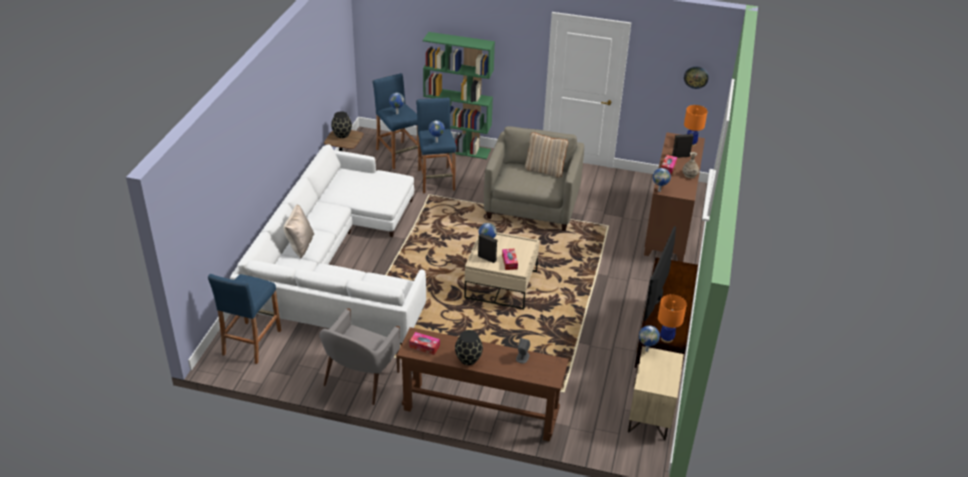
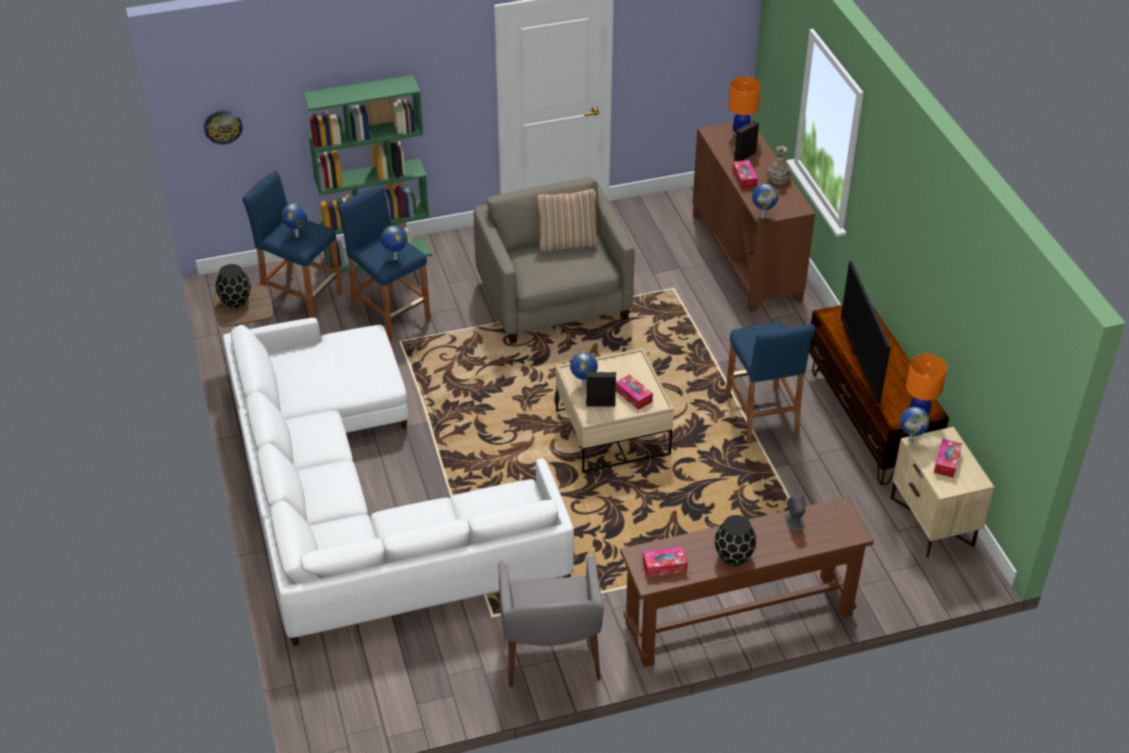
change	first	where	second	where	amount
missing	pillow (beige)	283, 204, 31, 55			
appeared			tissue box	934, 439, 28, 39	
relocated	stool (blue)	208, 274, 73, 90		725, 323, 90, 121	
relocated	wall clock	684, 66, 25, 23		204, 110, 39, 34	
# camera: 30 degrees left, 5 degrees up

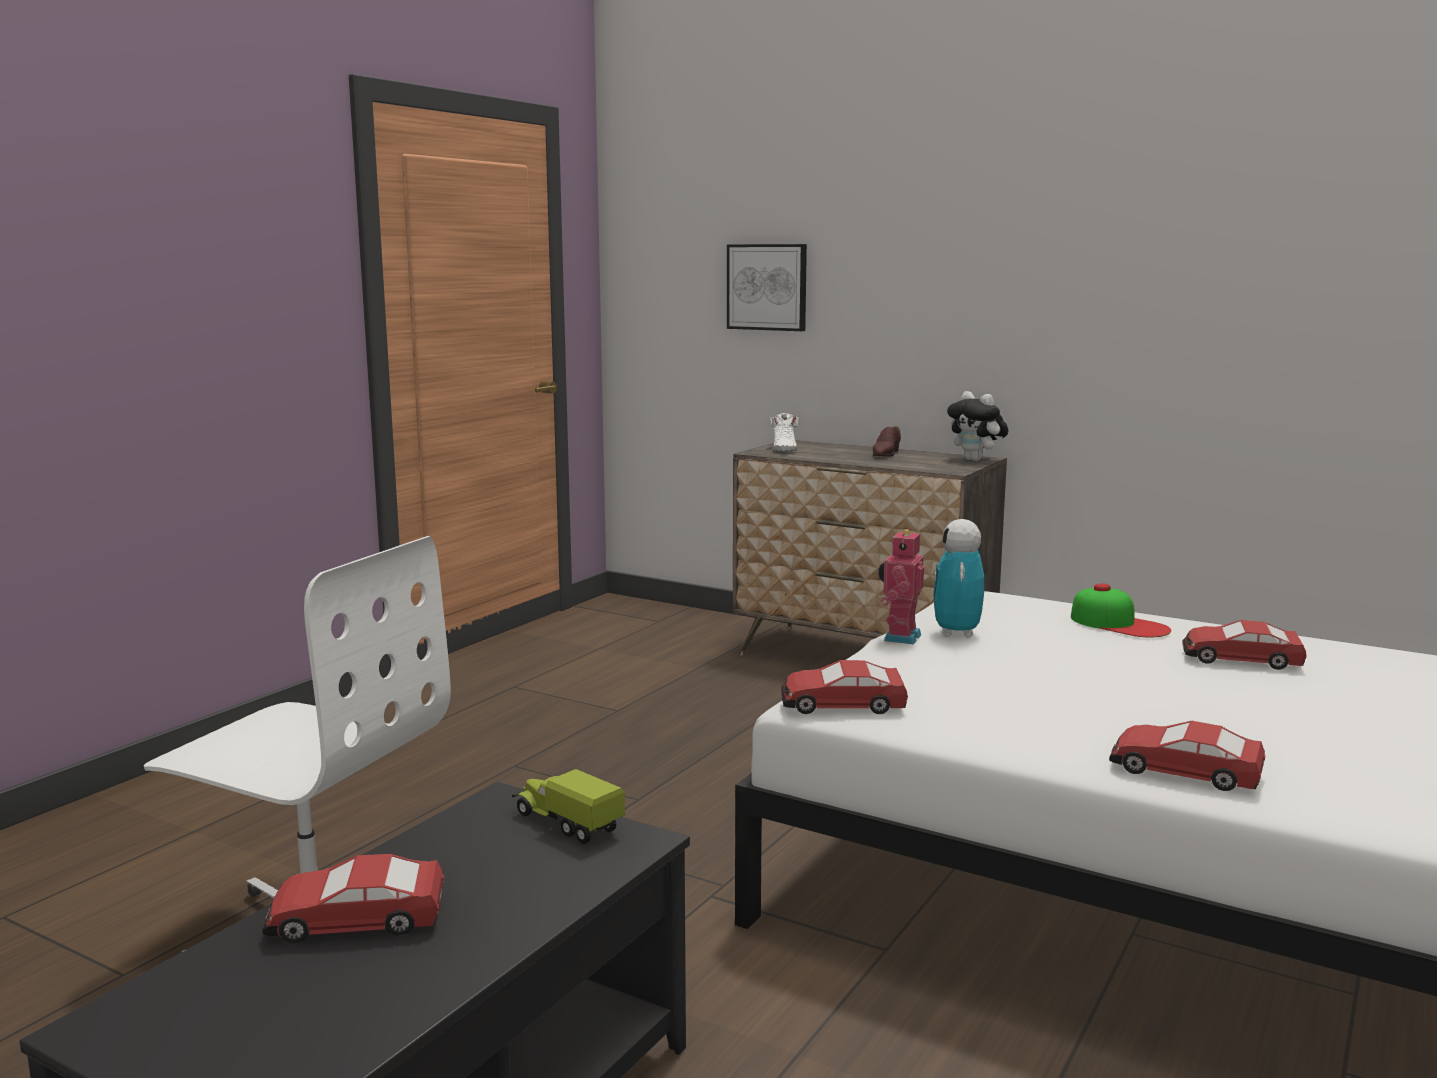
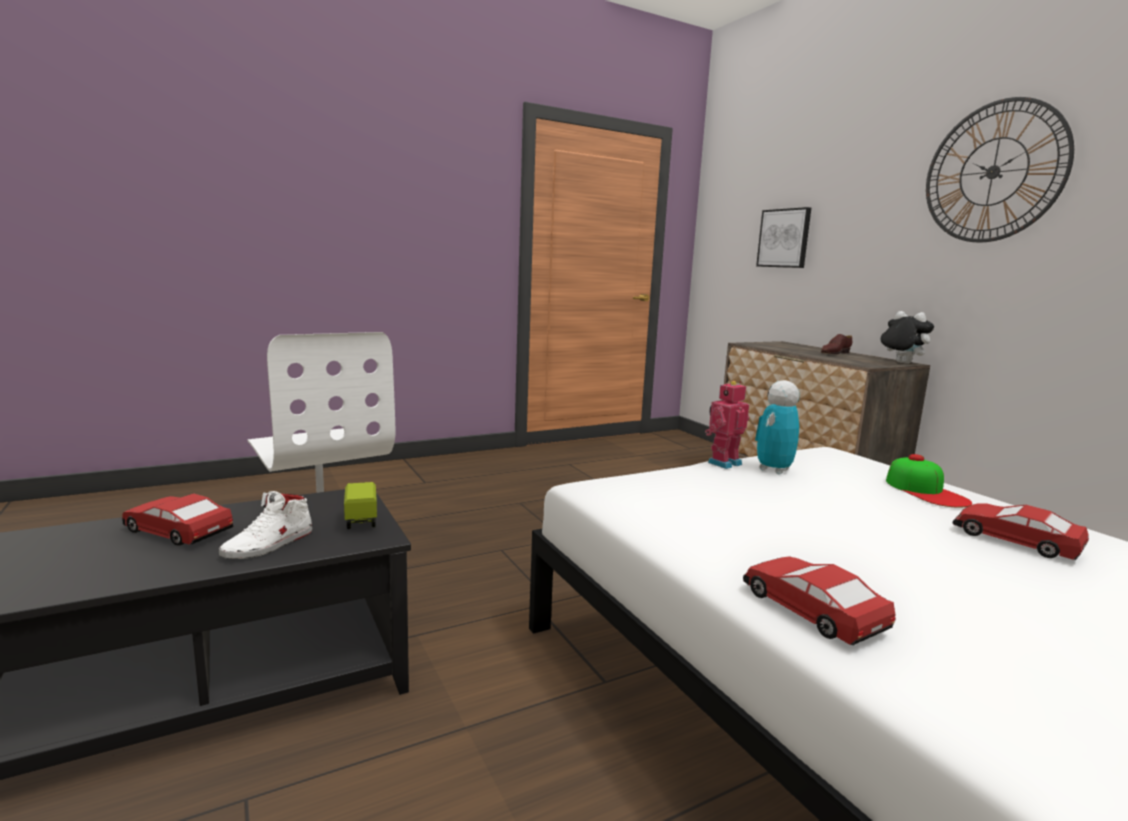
change	first	where	second	where	amount
missing	toy car	781, 660, 127, 54			
appeared			wall clock	926, 97, 148, 146	
relocated	shoe (white)	770, 413, 29, 38		219, 491, 93, 68	
spun	plush toy	947, 391, 61, 70		880, 311, 54, 53	150 degrees clockwise
# camera: 30 degrees right, 0 degrees up

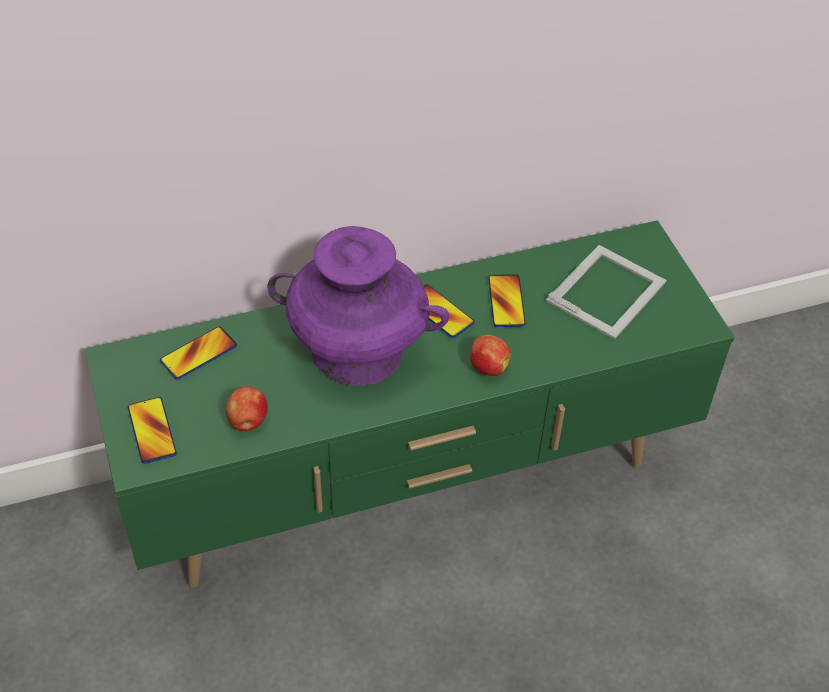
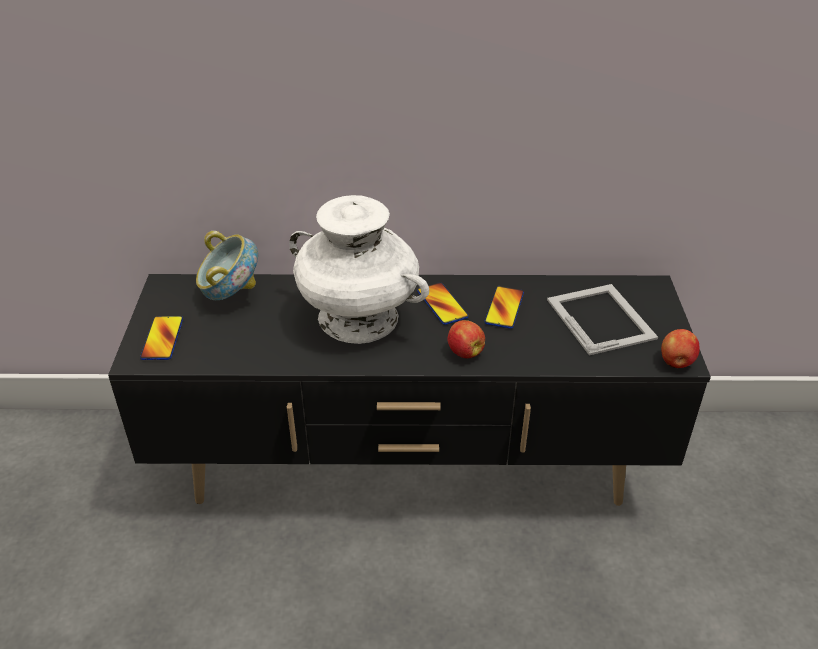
change	first	where	second	where	amount
relocated	apple	226, 386, 42, 45		661, 329, 39, 39	
exchanged	phone	160, 326, 77, 54	bowl	196, 231, 62, 69	
colour	tv stand (green)	84, 220, 651, 368	tv stand (black)	108, 274, 603, 232	
colour	vase (purple)	267, 226, 182, 160	vase (white)	289, 195, 140, 149	
spun	picture frame	546, 245, 121, 94		547, 284, 111, 72	75 degrees counterclockwise
# camera: 20 degrees right, 10 degrees down

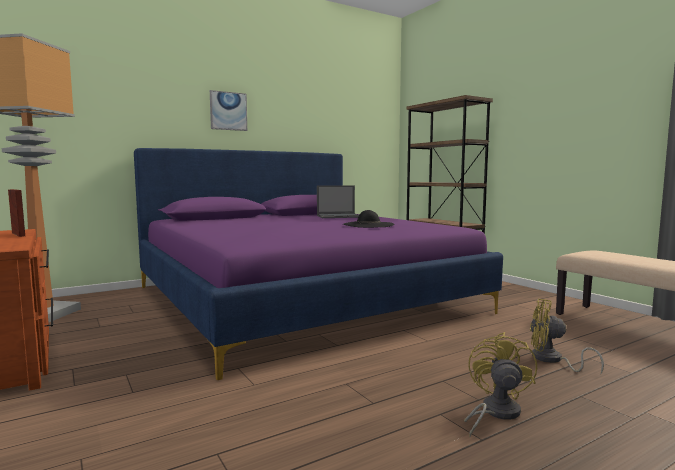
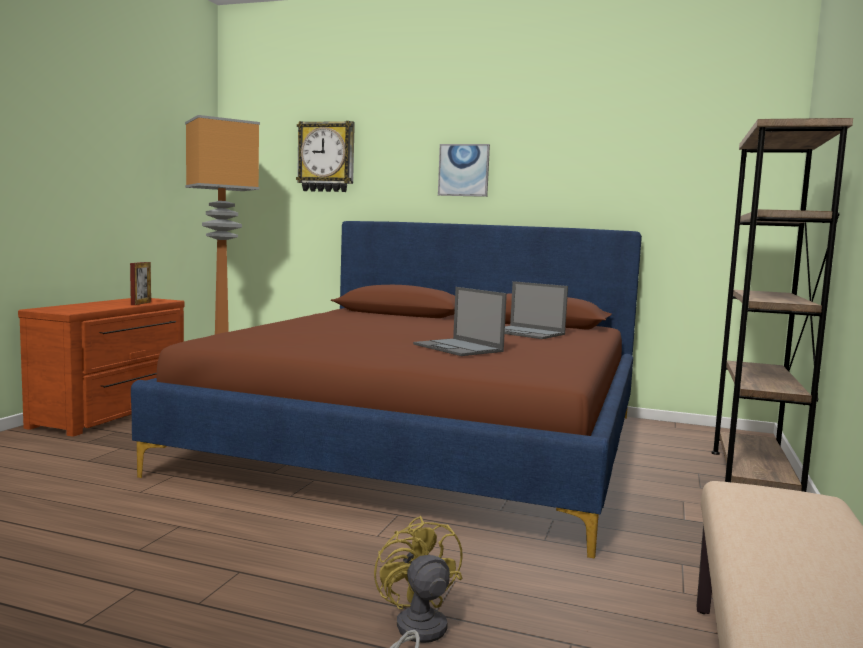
change	first	where	second	where	amount
missing	fan (yellow)	464, 332, 73, 105			
appeared			wall clock	296, 121, 59, 71	
exchanged	hat (black)	343, 210, 52, 18	laptop	413, 287, 94, 69	
colour	bed (purple)	134, 148, 369, 232	bed (brown)	131, 221, 511, 337	
# camera: 50 degrees right, 0 degrees up

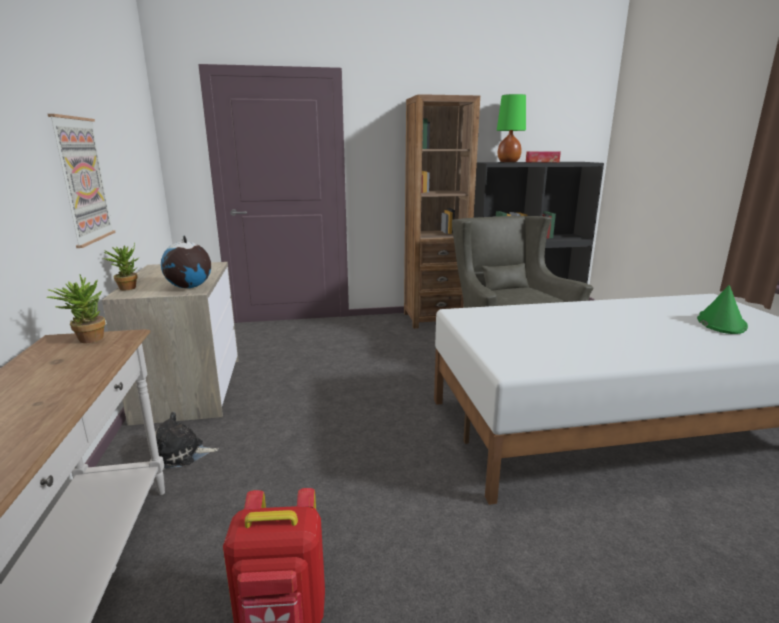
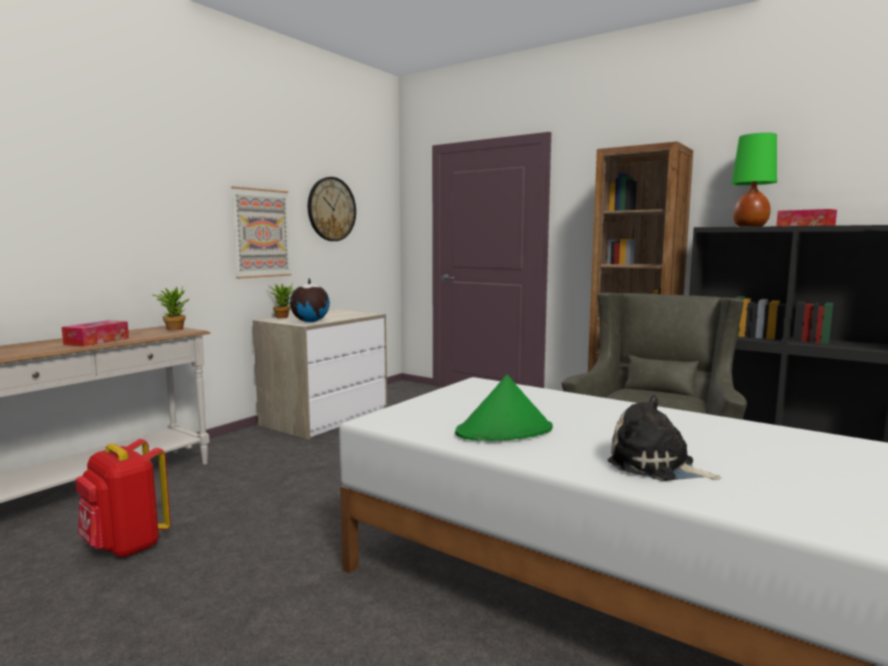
change	first	where	second	where	amount
appeared			tissue box	62, 320, 67, 27	
appeared			wall clock	308, 177, 48, 64	
relocated	plush toy	155, 412, 64, 56		608, 395, 114, 86	
relocated	hat (green)	697, 285, 51, 49		455, 375, 98, 66	
# camera: 45 degrees right, 10 degrees down

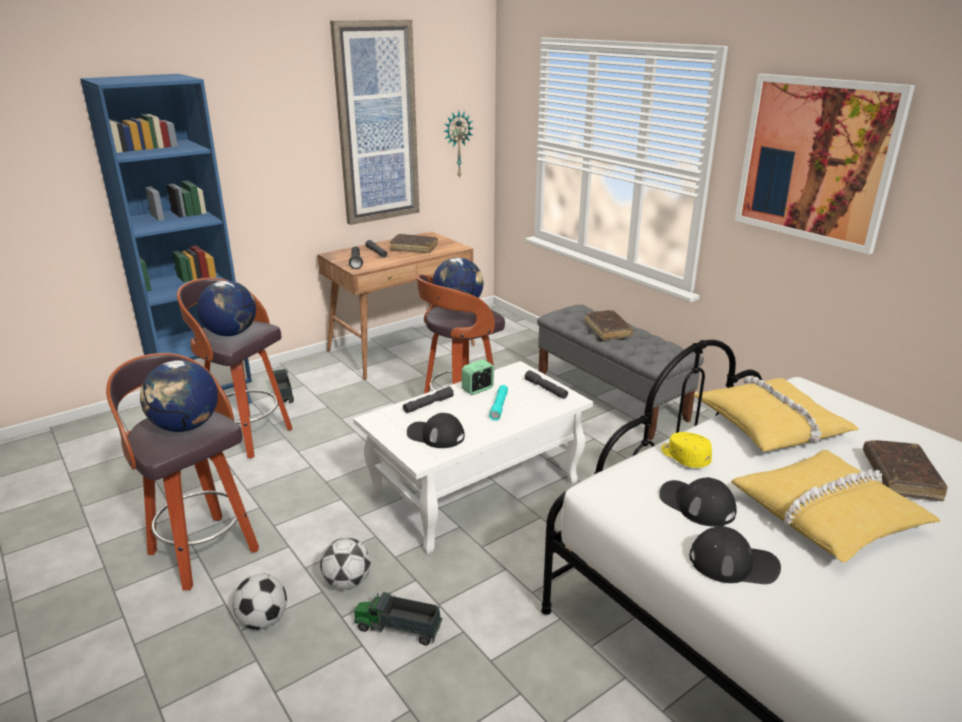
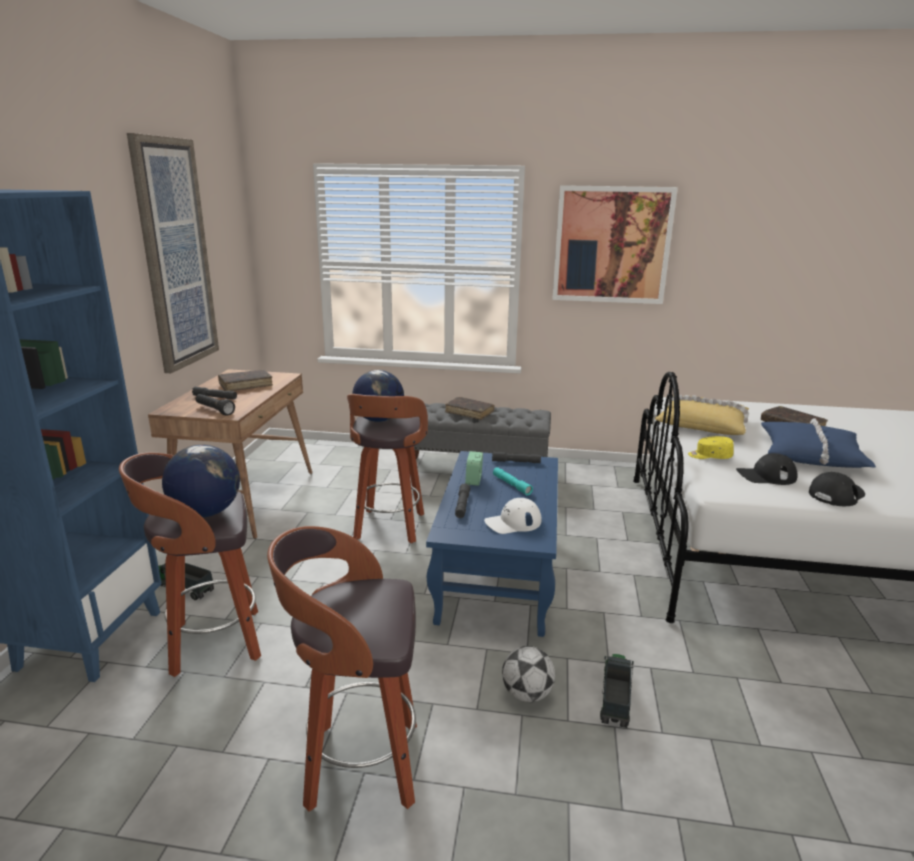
change	first	where	second	where	amount
missing	globe	140, 360, 78, 72			
missing	football	232, 574, 55, 56			
missing	wall clock	443, 111, 30, 68			
colour	coffee table (white)	353, 361, 240, 193	coffee table (blue)	426, 451, 132, 186	
colour	cap (black)	407, 413, 58, 35	cap (white)	484, 498, 58, 36	
colour	pillow (yellow)	731, 450, 209, 113	pillow (blue)	761, 419, 115, 49	
spun	toy truck	354, 592, 88, 53		600, 654, 34, 74	135 degrees clockwise
# camera: 45 degrees left, 5 degrees down

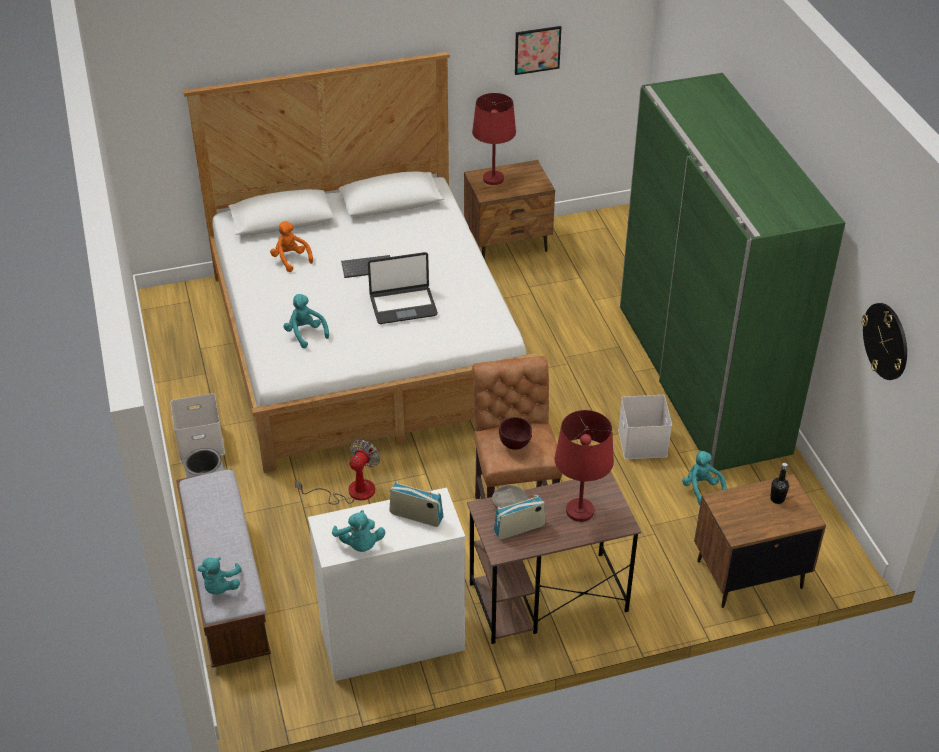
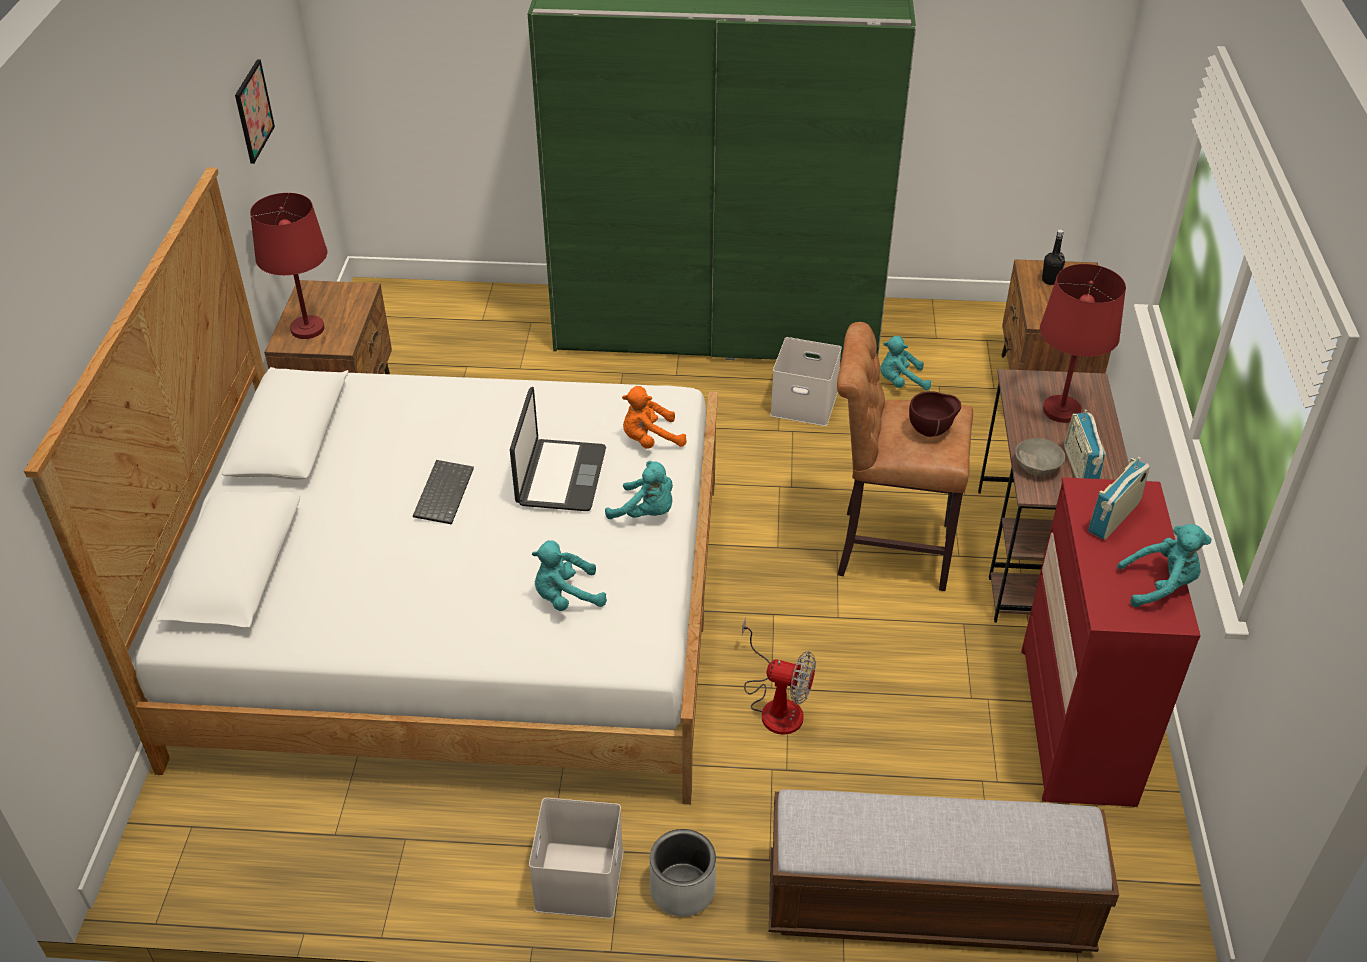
change	first	where	second	where	amount
missing	wall clock	862, 303, 45, 77			
relocated	plush toy (turquoise)	198, 557, 44, 37		605, 461, 68, 58	
relocated	plush toy (orange)	270, 221, 43, 51		622, 386, 65, 63	
colour	dresser (white)	308, 488, 157, 193	dresser (red)	1021, 477, 180, 330	
spun	fan	295, 440, 85, 65		742, 617, 74, 118	150 degrees clockwise
# camera: 70 degrees left, 0 degrees up

